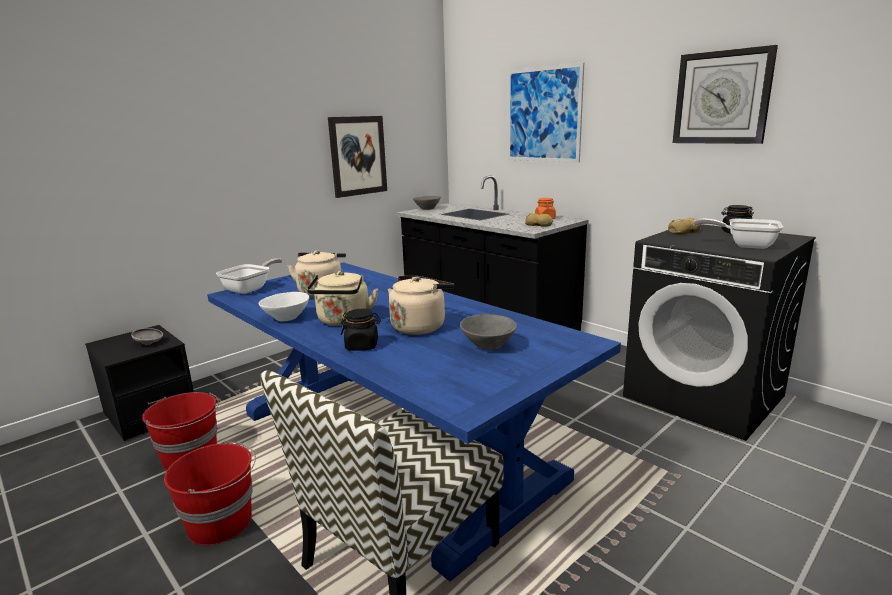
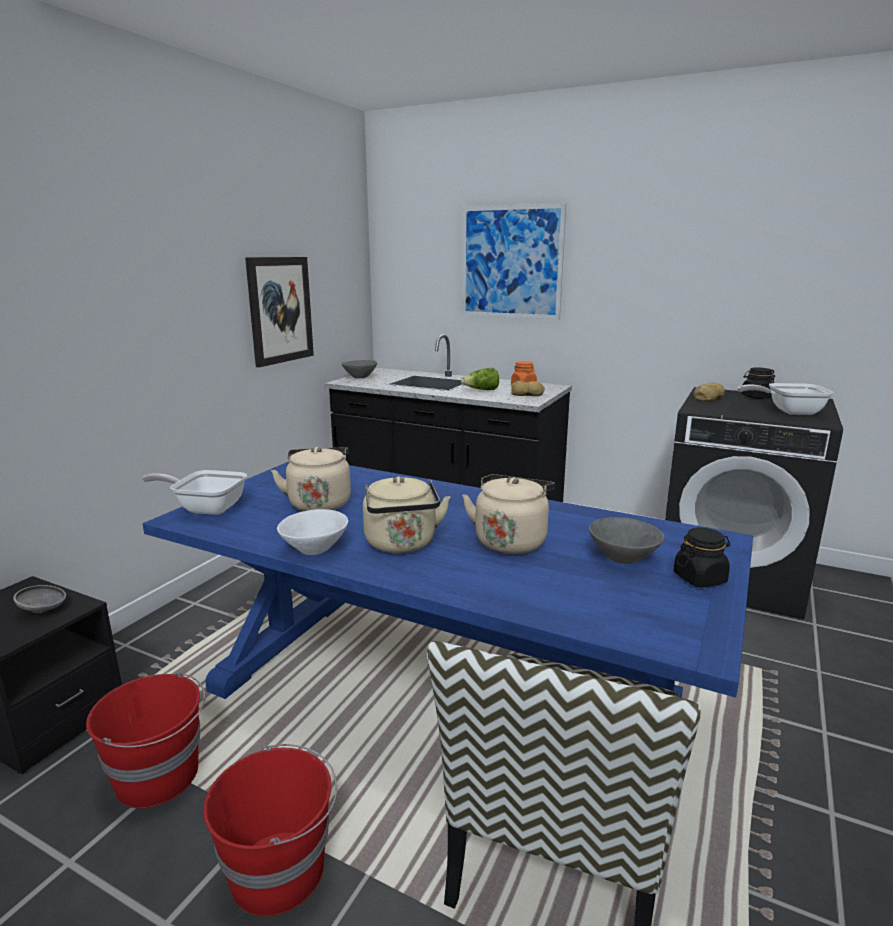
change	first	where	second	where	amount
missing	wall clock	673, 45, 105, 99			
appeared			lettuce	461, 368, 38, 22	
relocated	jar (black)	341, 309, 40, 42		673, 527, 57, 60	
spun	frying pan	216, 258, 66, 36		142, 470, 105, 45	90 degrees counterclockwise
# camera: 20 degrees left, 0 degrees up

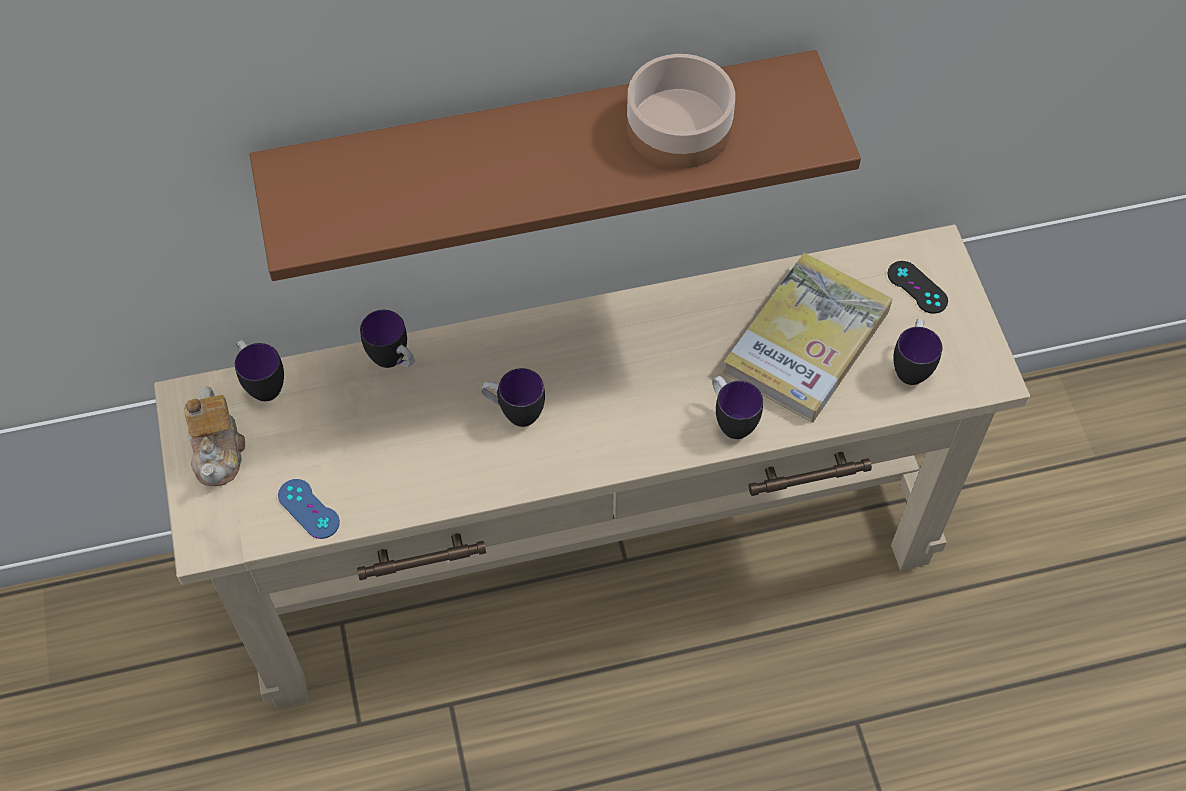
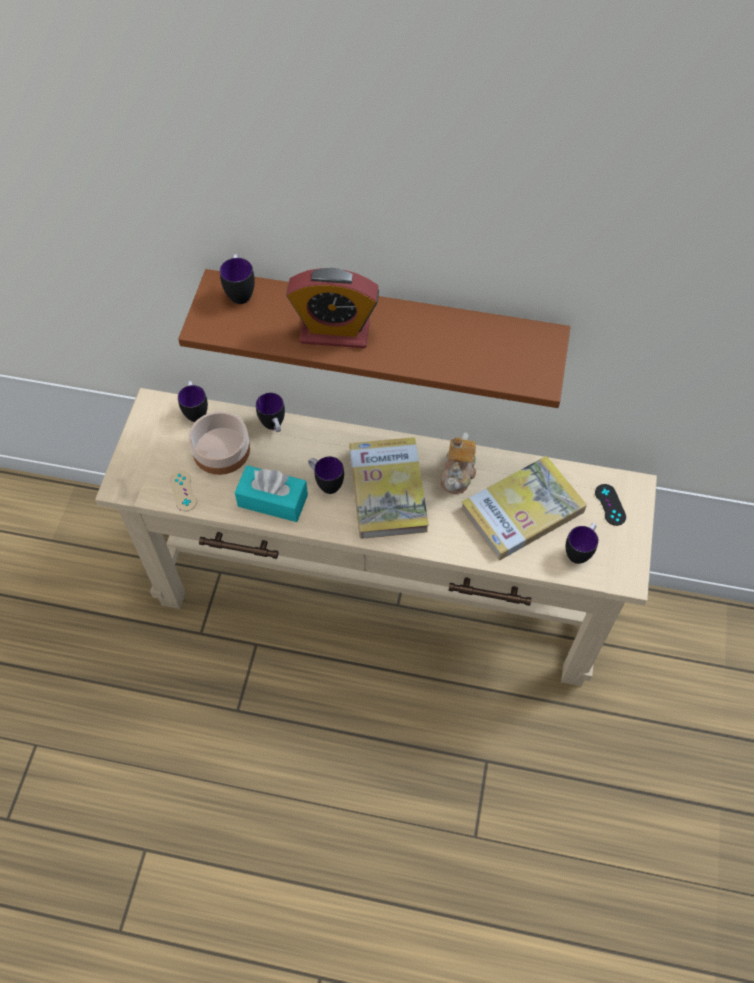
change	first	where	second	where	amount
appeared			tissue box (turquoise)	235, 465, 73, 57	
appeared			alarm clock	286, 268, 93, 80	
appeared			book	349, 437, 80, 102	
relocated	teapot	184, 386, 61, 100		440, 432, 36, 62	
relocated	bowl	627, 54, 108, 115		189, 411, 61, 64	
relocated	mug	713, 376, 50, 63		220, 254, 35, 50	
colour	game controller (blue)	278, 479, 62, 60	game controller (beige)	170, 471, 27, 40	
# camera: 25 degrees right, 0 degrees up

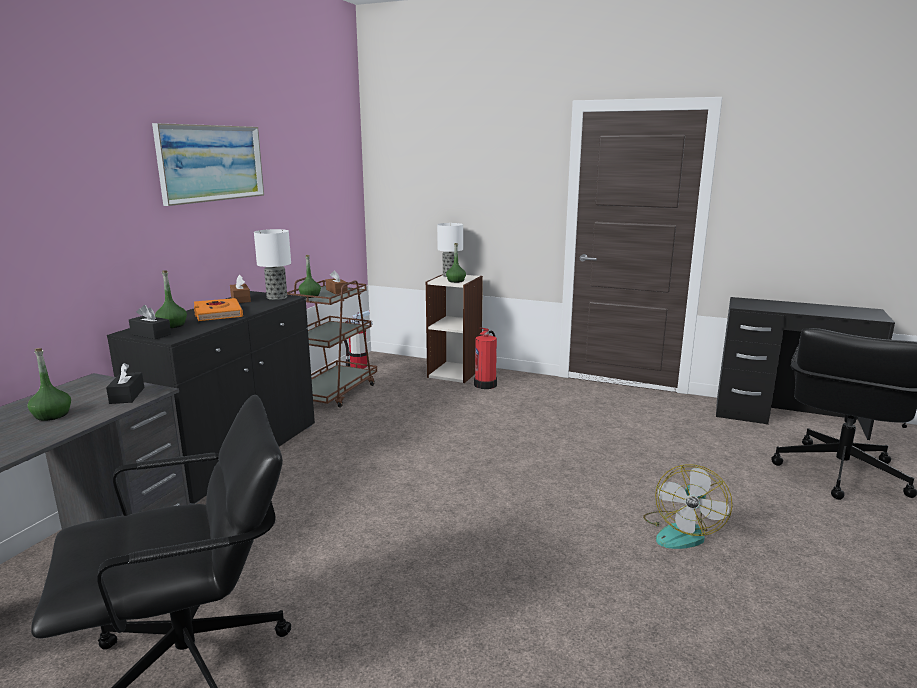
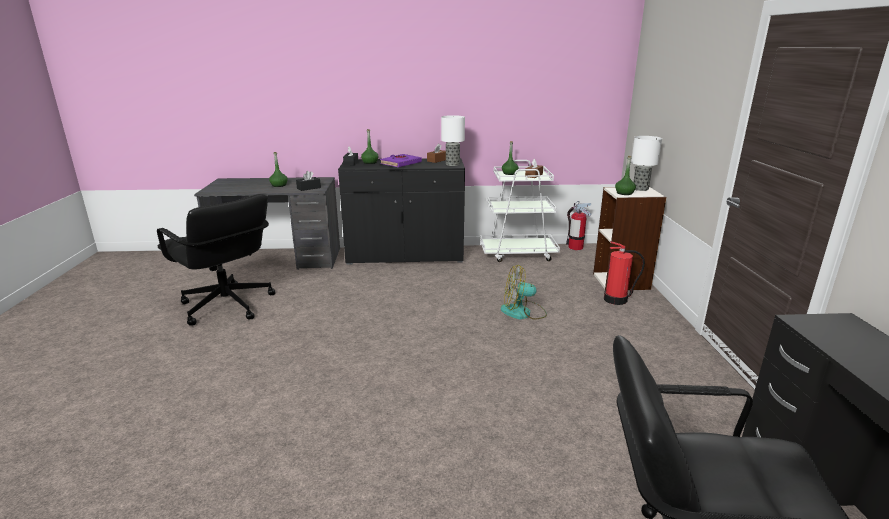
change	first	where	second	where	amount
missing	picture	152, 123, 112, 83			
relocated	fan	643, 464, 90, 85		501, 265, 46, 55	
colour	book (orange)	194, 298, 49, 23	book (purple)	380, 154, 42, 13	
colour	cart (brown)	287, 277, 90, 131	cart (white)	480, 160, 80, 102	
# camera: 65 degrees right, 5 degrees up

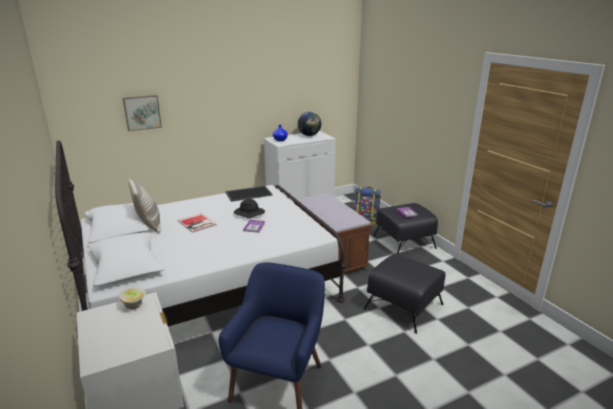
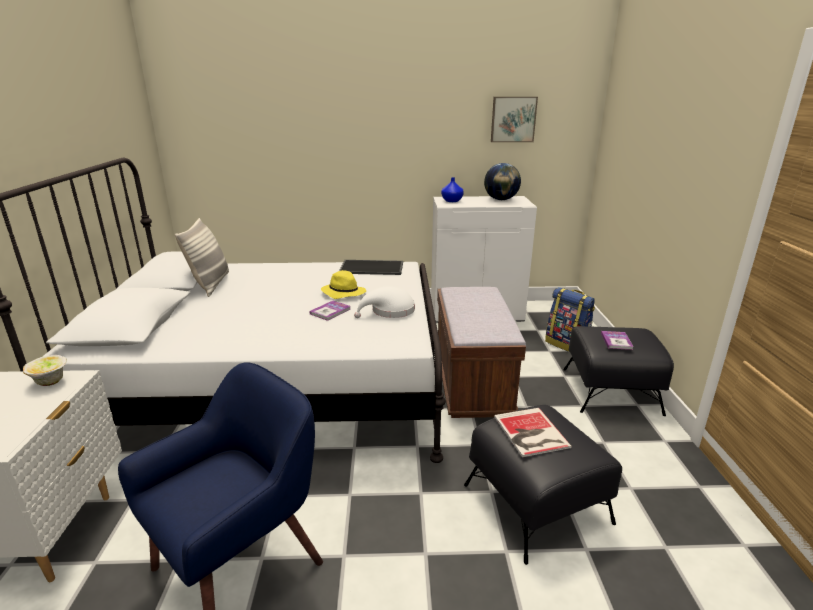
change	first	where	second	where	amount
appeared			hat (white)	354, 286, 61, 32	
relocated	picture	123, 95, 39, 36		491, 97, 47, 45	
relocated	book	178, 213, 39, 20		494, 408, 78, 49	
colour	hat (black)	234, 199, 31, 20	hat (yellow)	321, 270, 45, 29	
# camera: 25 degrees right, 0 degrees up

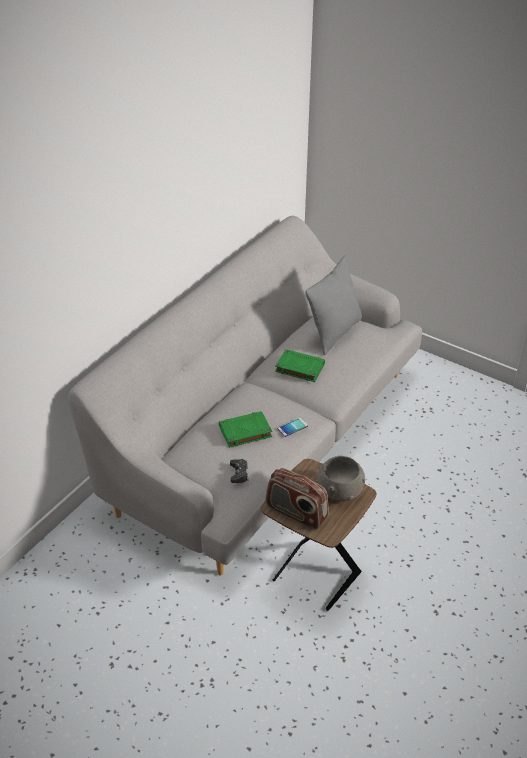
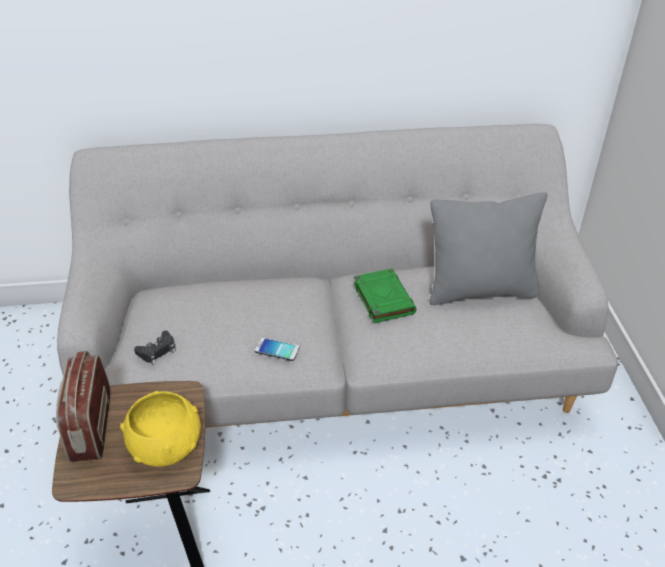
change	first	where	second	where	amount
missing	book (green)	219, 411, 53, 37			
colour	bowl (grey)	317, 456, 48, 45	bowl (yellow)	120, 391, 81, 76	
# camera: 50 degrees right, 0 degrees up

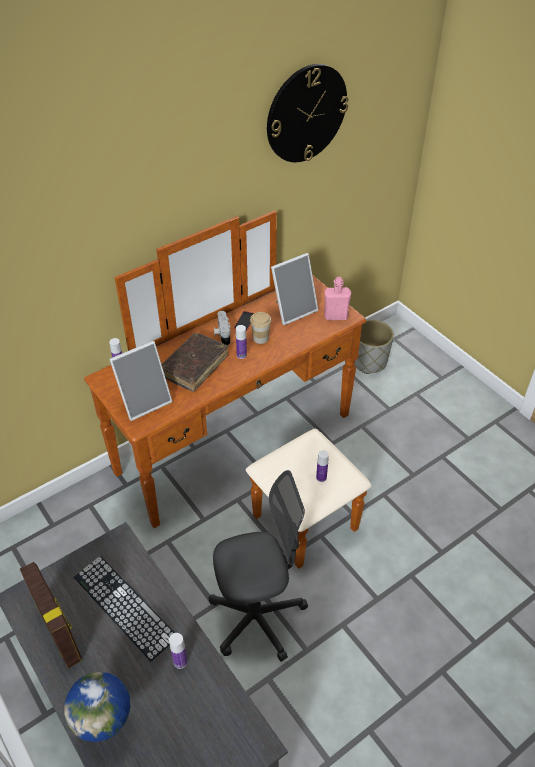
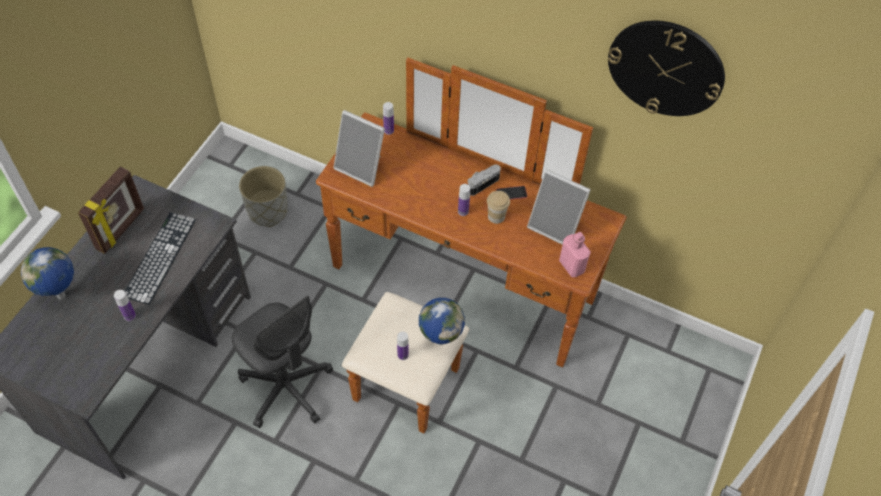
change	first	where	second	where	amount
missing	book (brown)	162, 333, 66, 59			
appeared			globe	419, 298, 46, 47	
relocated	planter (grey)	354, 320, 40, 54		239, 166, 49, 61	
# camera: 60 degrees right, 10 degrees up

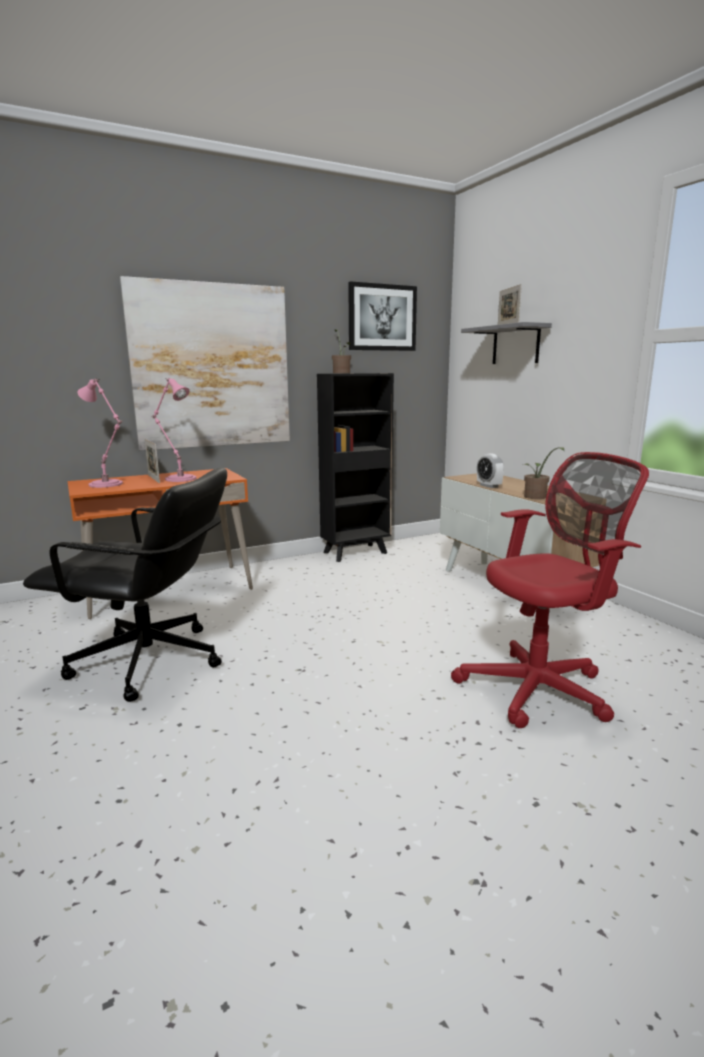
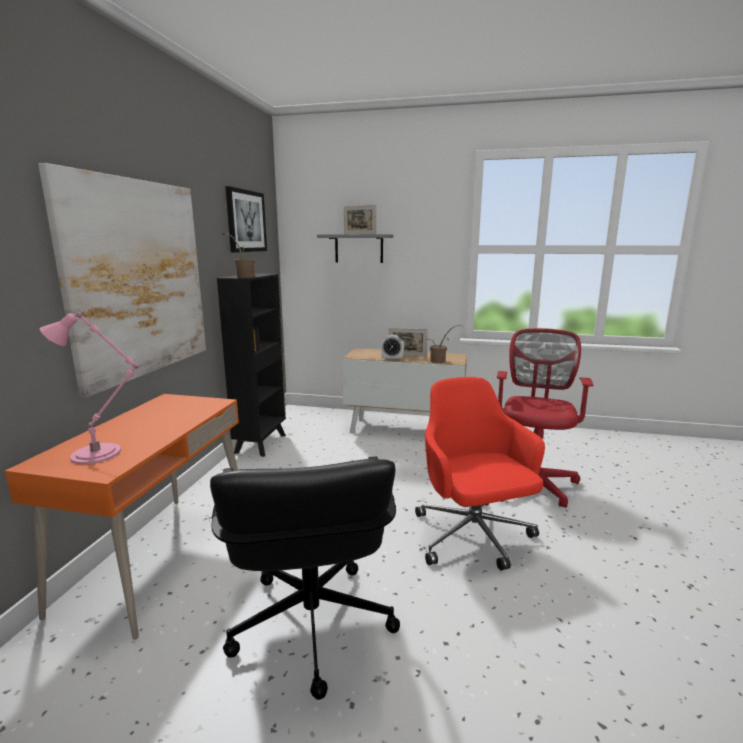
change	first	where	second	where	amount
missing	table lamp (pink)	151, 378, 45, 104			
appeared			office chair (red)	415, 377, 130, 193	
relocated	picture frame	144, 439, 16, 44		389, 328, 39, 29	
spun	office chair (black)	23, 468, 204, 234		210, 456, 190, 244	120 degrees clockwise
# camera: 50 degrees left, 0 degrees up

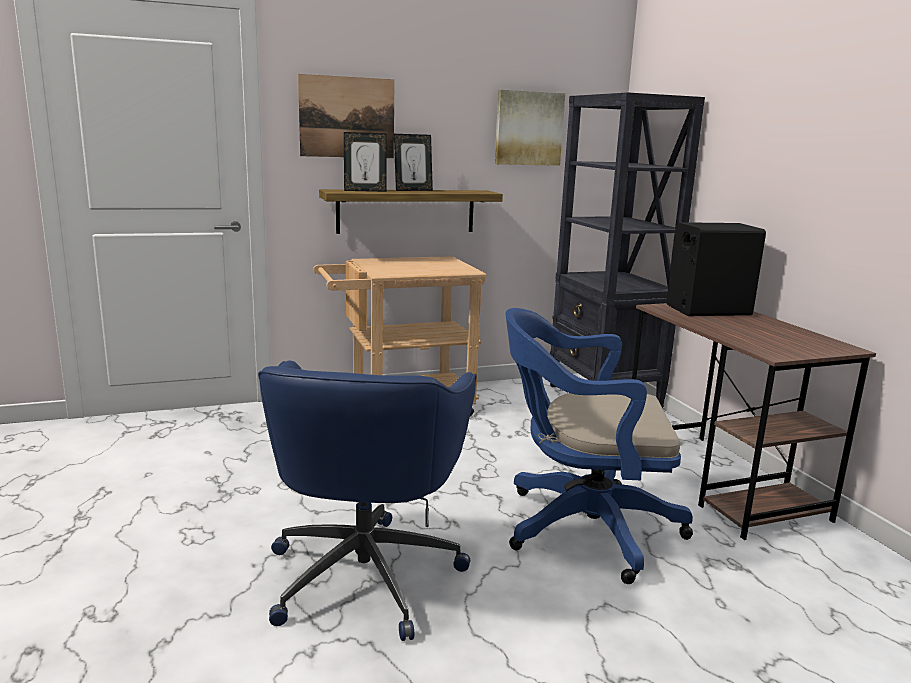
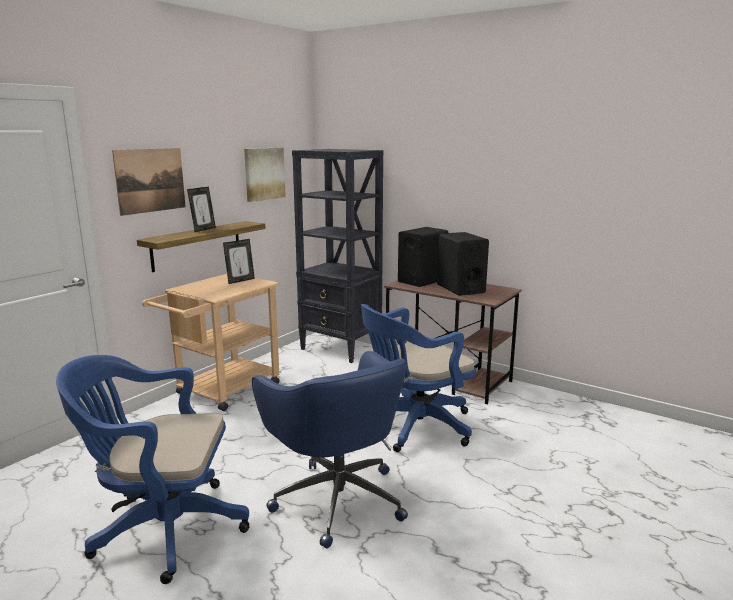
change	first	where	second	where	amount
appeared			office chair (blue)	56, 355, 193, 229	
appeared			speaker (black)	437, 232, 52, 64	
relocated	picture frame	344, 132, 43, 60		223, 239, 32, 45	
# camera: 35 degrees left, 0 degrees up

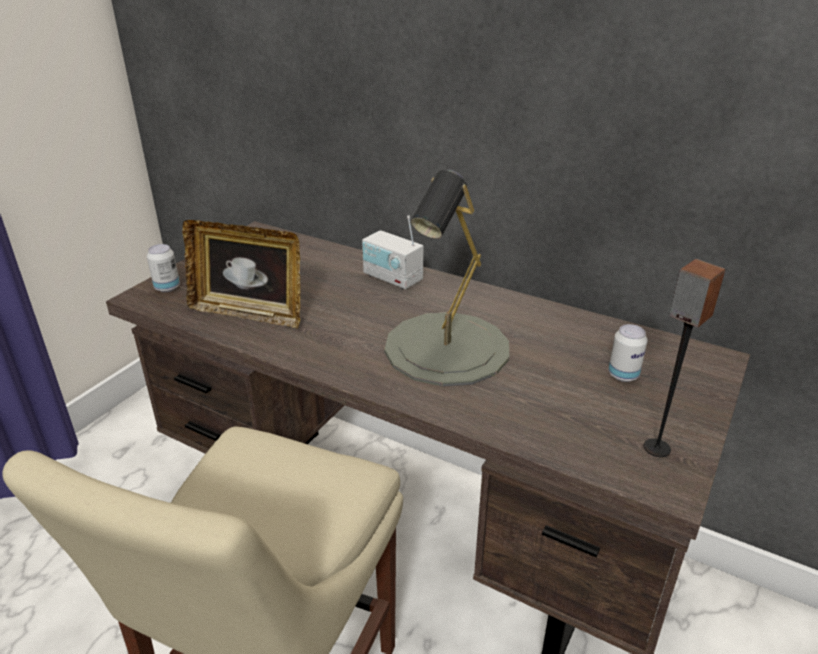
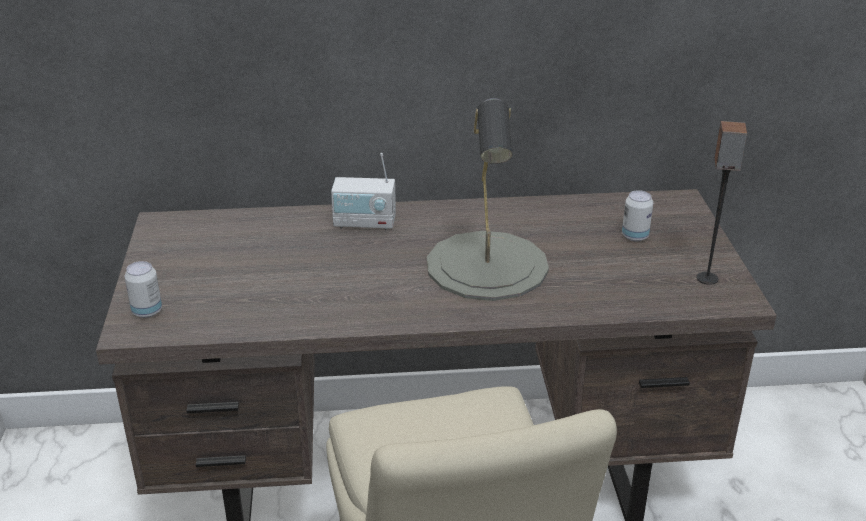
change	first	where	second	where	amount
missing	picture frame	182, 220, 118, 108			
# camera: 35 degrees left, 0 degrees up

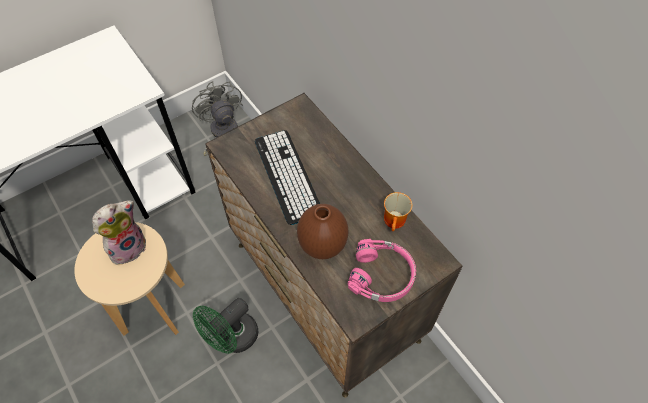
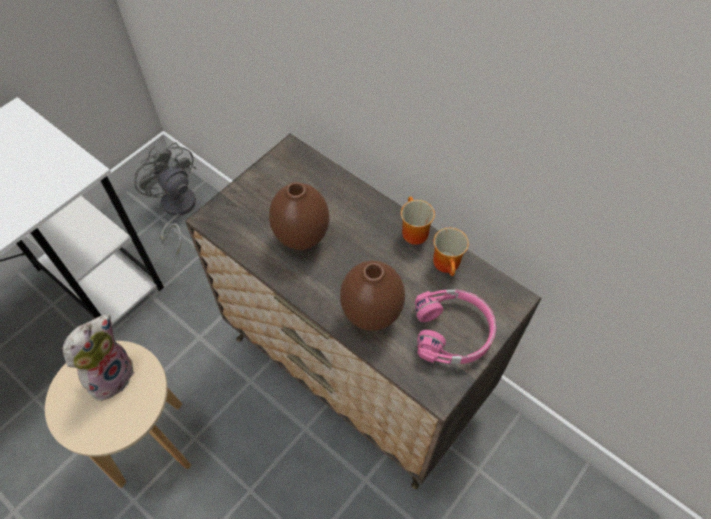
change	first	where	second	where	amount
missing	fan (green)	193, 298, 65, 56			
appeared			mug	401, 196, 34, 49	
exchanged	keyboard	255, 130, 65, 95	vase (brown)	269, 182, 60, 68	
# camera: 15 degrees left, 0 degrees up

